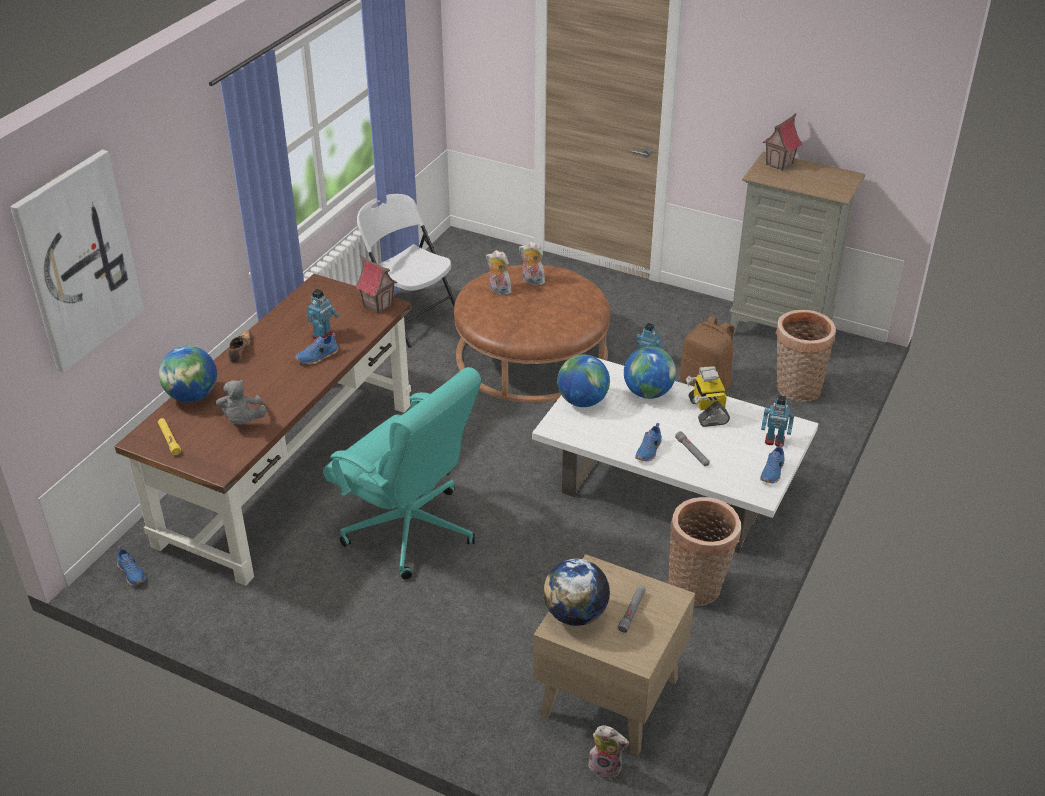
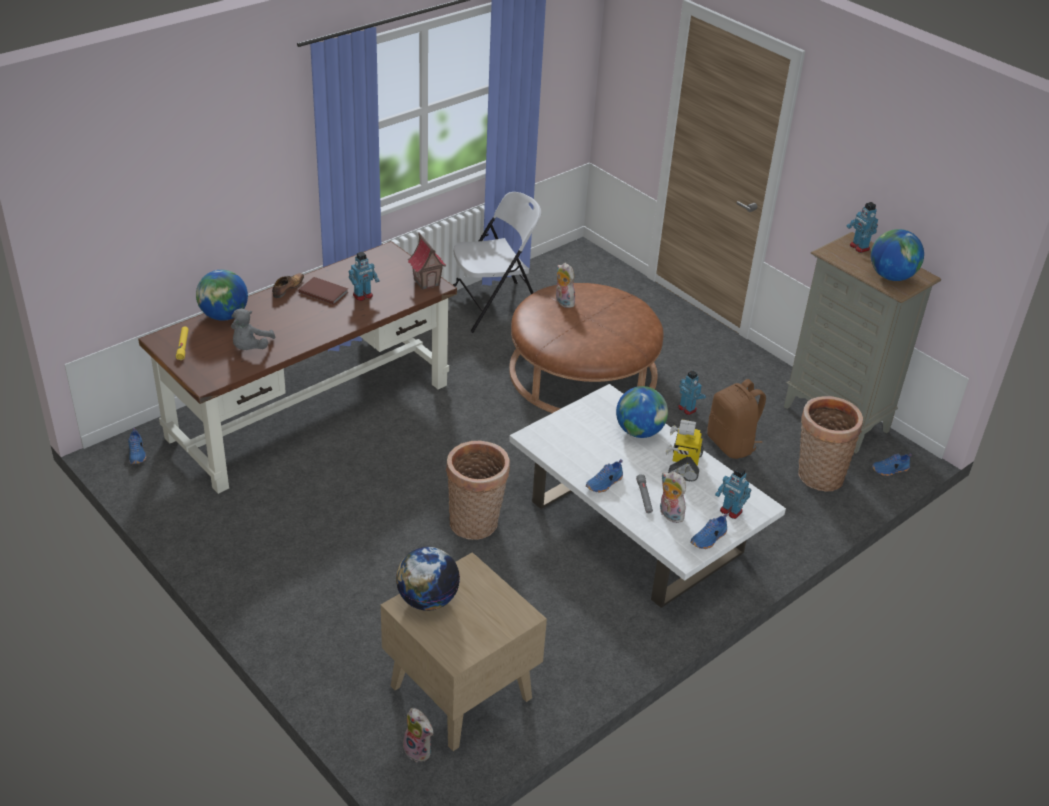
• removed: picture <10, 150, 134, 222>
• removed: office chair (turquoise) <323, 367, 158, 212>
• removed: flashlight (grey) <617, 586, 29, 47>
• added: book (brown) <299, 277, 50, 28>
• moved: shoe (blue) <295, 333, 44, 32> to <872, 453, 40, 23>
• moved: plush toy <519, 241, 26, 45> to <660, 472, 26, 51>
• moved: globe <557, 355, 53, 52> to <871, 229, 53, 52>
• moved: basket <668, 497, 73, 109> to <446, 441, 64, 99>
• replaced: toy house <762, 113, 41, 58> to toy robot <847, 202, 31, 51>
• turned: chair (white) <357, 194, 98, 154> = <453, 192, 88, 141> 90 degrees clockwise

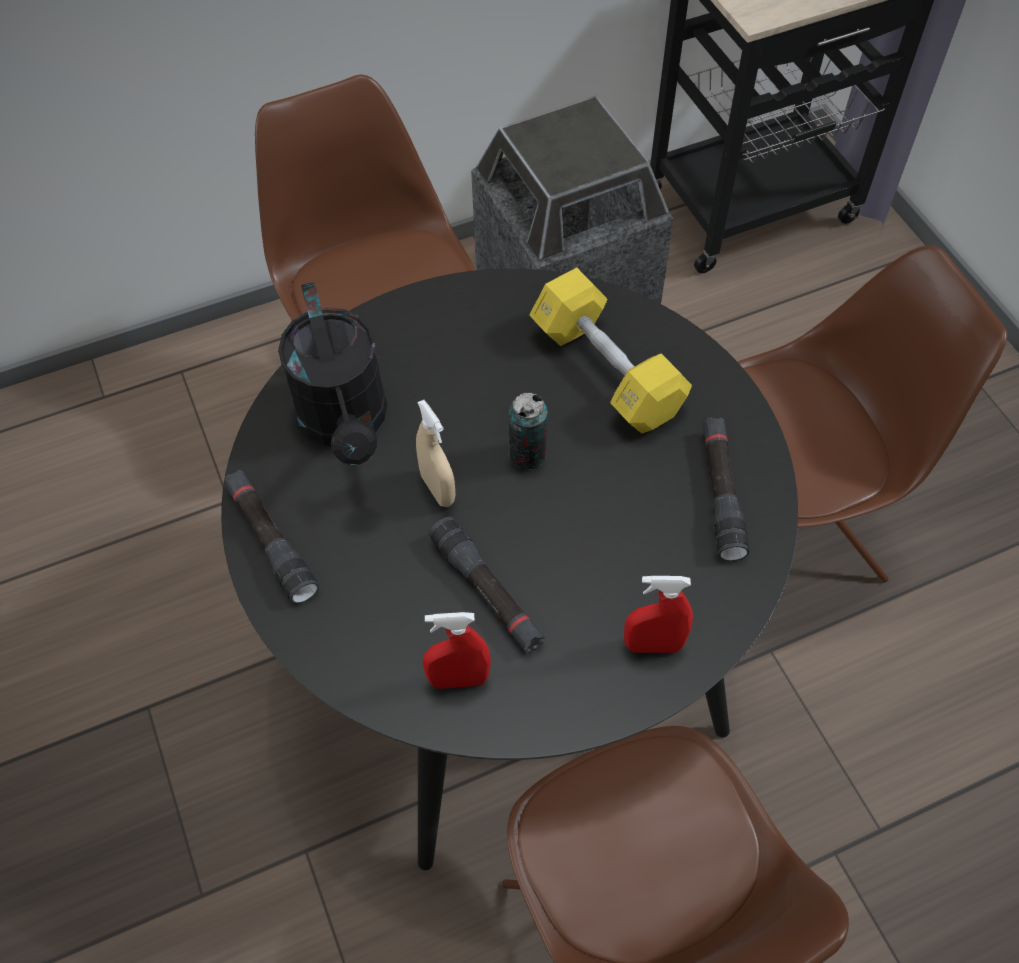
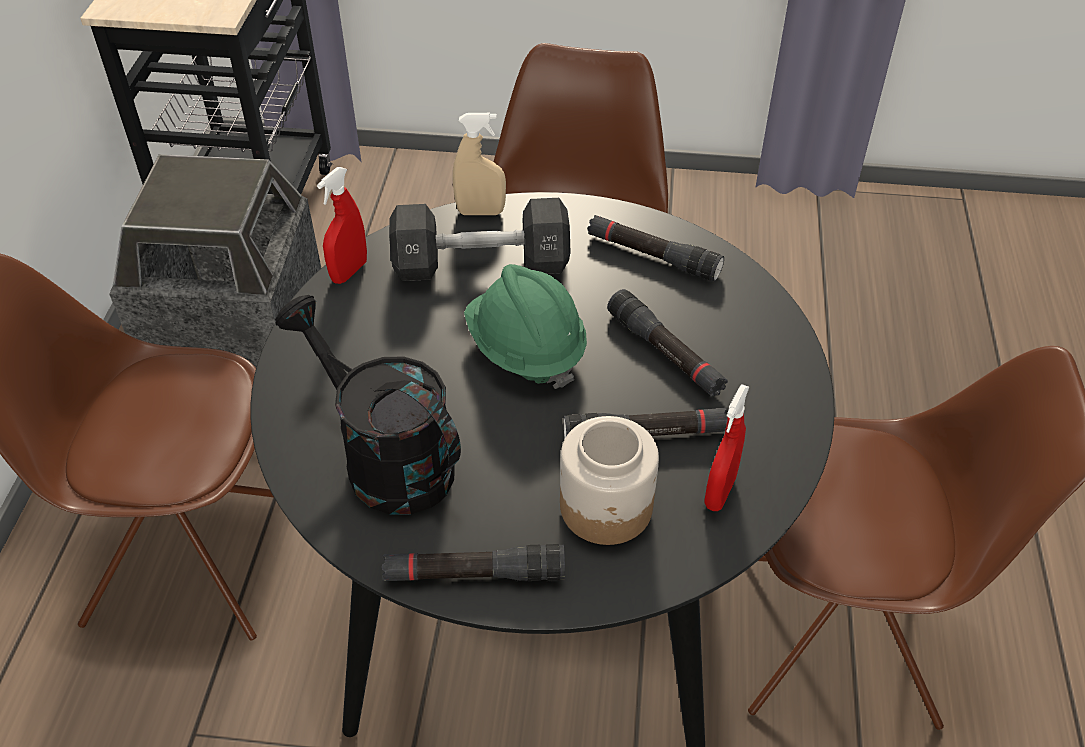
• added: jar <560, 416, 99, 129>
• added: flashlight (black) <607, 289, 121, 108>
• moved: spray bottle (beige) <416, 400, 40, 107> to <453, 113, 53, 102>
• moved: spray bottle (red) <624, 576, 69, 77> to <317, 167, 50, 117>
• replaced: can <508, 393, 40, 77> to hard hat (green) <464, 264, 123, 125>
• recoloured: dumbbell (yellow) <529, 268, 163, 166> to dumbbell (black) <389, 198, 182, 83>
• turned: watering can (black) <278, 282, 109, 183> = <275, 295, 186, 219> 150 degrees counterclockwise

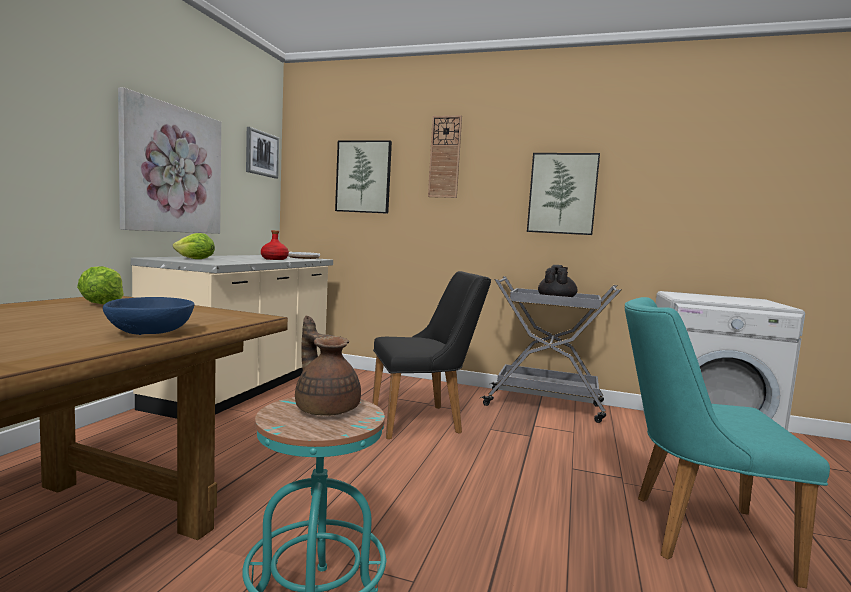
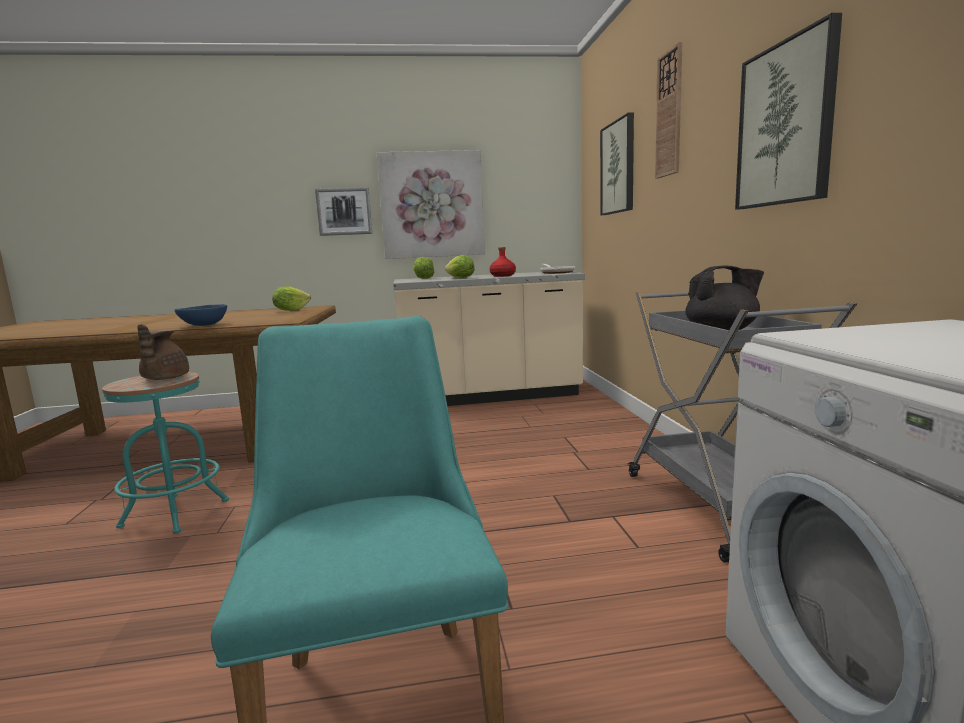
• removed: chair (black) <372, 271, 119, 168>
• added: lettuce <445, 255, 30, 23>
• moved: picture <246, 127, 33, 52> to <315, 188, 57, 48>
• turned: teapot (brown) <295, 316, 66, 100> = <137, 324, 52, 56> 150 degrees clockwise

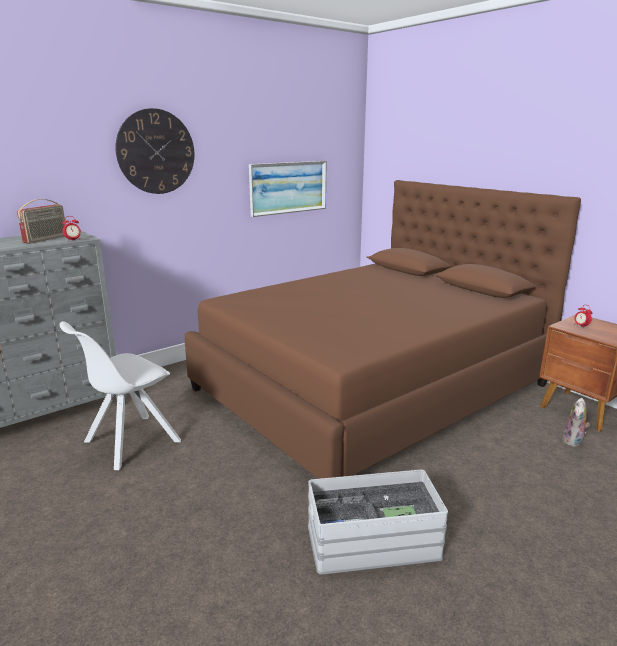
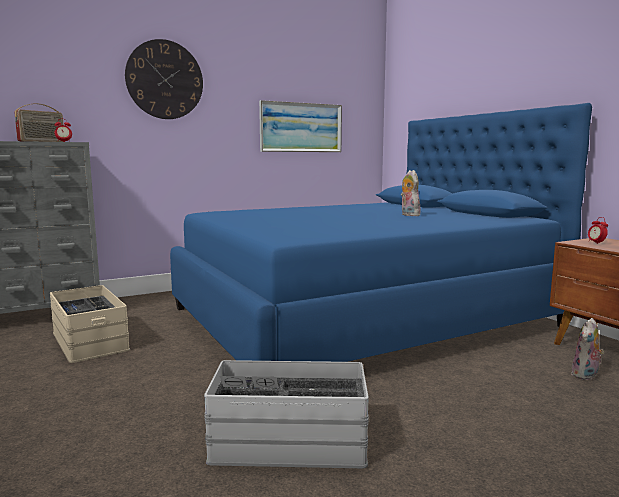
• added: plush toy <401, 170, 20, 46>
• replaced: chair (white) <60, 321, 121, 149> to storage box (beige) <50, 285, 80, 78>
• recoloured: bed (brown) <185, 180, 396, 299> to bed (blue) <170, 103, 422, 259>

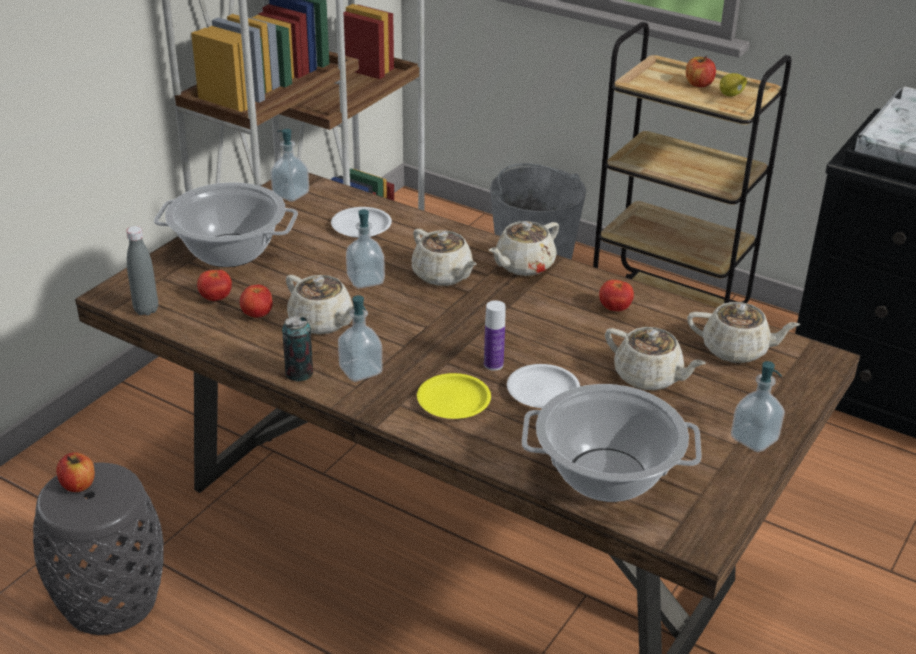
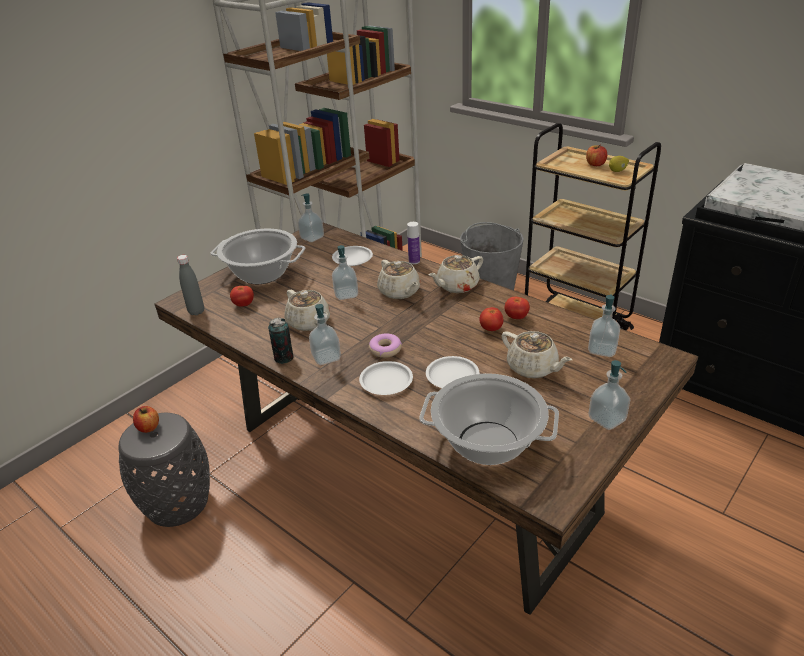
• added: donut <369, 333, 33, 25>
• moved: tomato <240, 284, 33, 34> to <479, 307, 24, 24>
• moved: bottle <484, 300, 22, 71> to <407, 222, 13, 42>
• replaced: teapot (beige) <687, 302, 114, 61> to soap dispenser <588, 294, 32, 63>
• recoloured: plate (yellow) <417, 373, 74, 46> to plate (white) <359, 361, 54, 34>

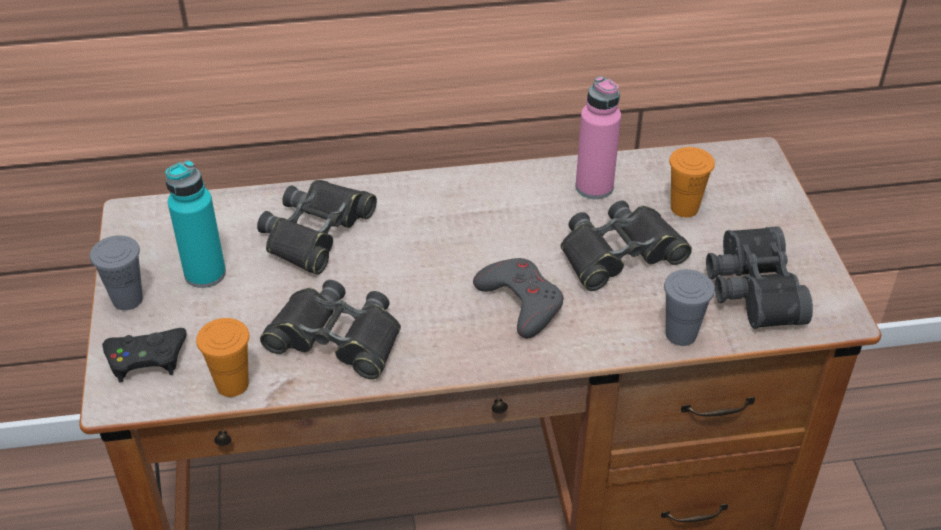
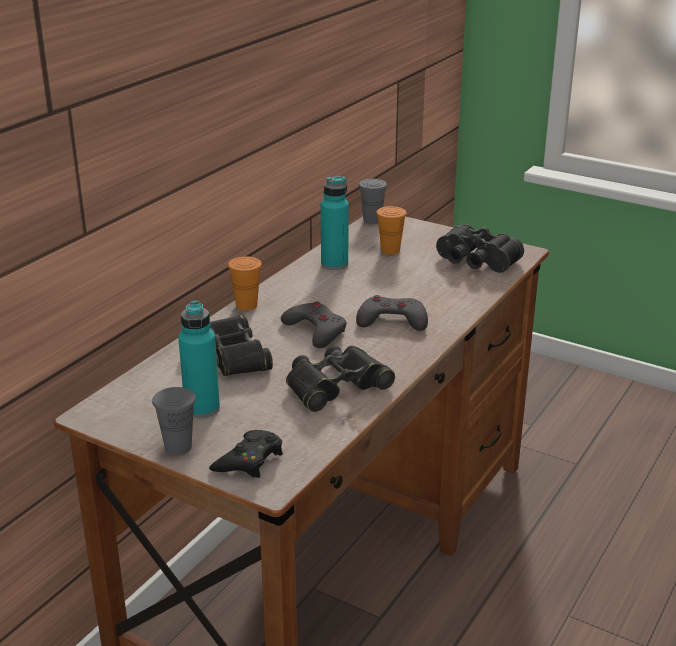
• removed: binoculars (black) <561, 201, 131, 90>
• added: game controller (grey) <281, 301, 66, 47>
• moved: cup (orange) <196, 318, 54, 79> to <228, 257, 34, 54>
• moved: cup (grey) <664, 269, 51, 77> to <359, 179, 28, 45>
• recoloured: bottle (pink) <575, 76, 46, 123> to bottle (turquoise) <321, 176, 28, 94>

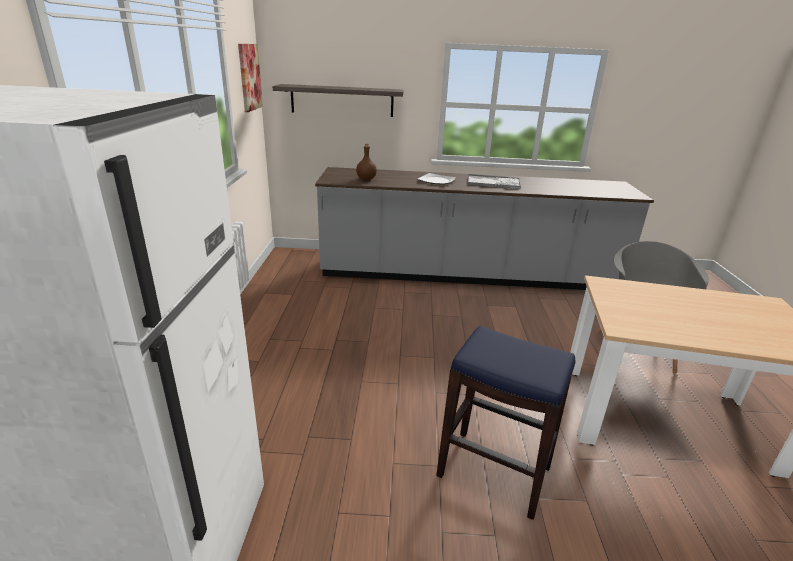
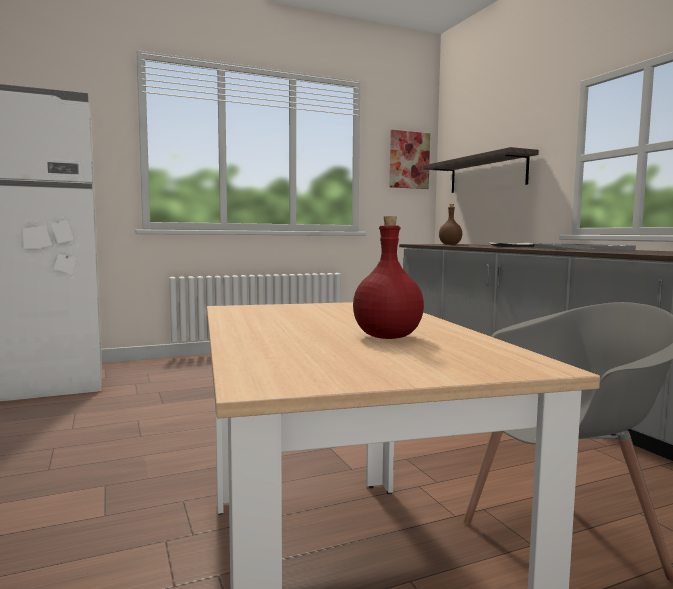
• removed: stool <436, 326, 139, 194>
• added: bottle (red) <353, 216, 71, 123>

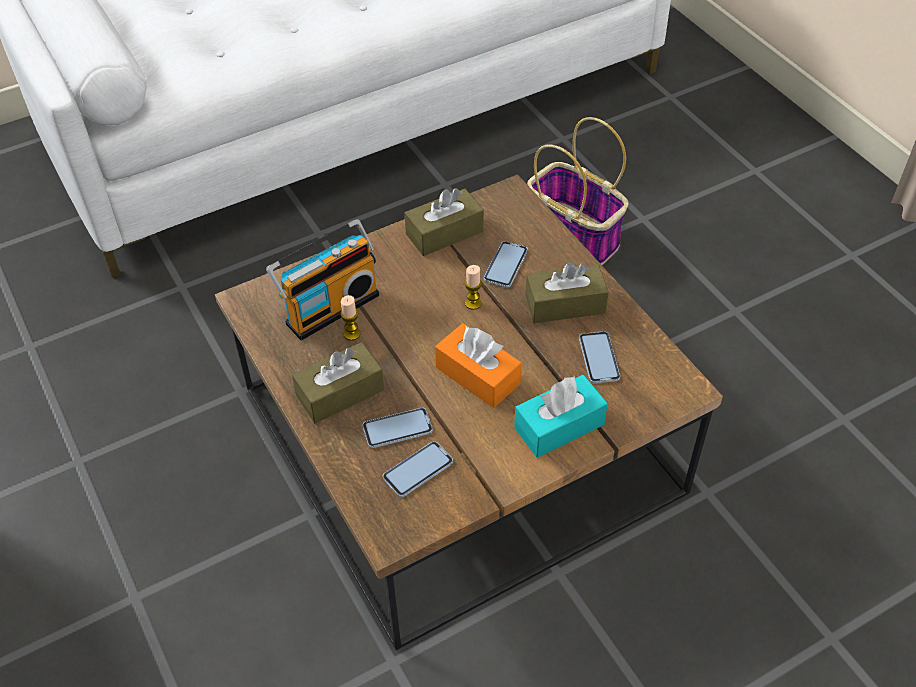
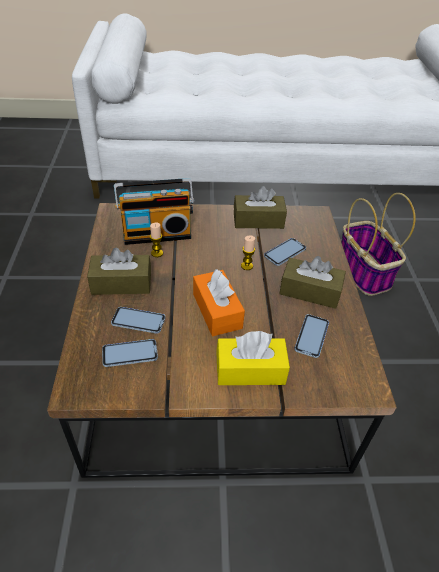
• recoloured: tissue box (turquoise) <514, 375, 94, 83> to tissue box (yellow) <216, 331, 74, 54>

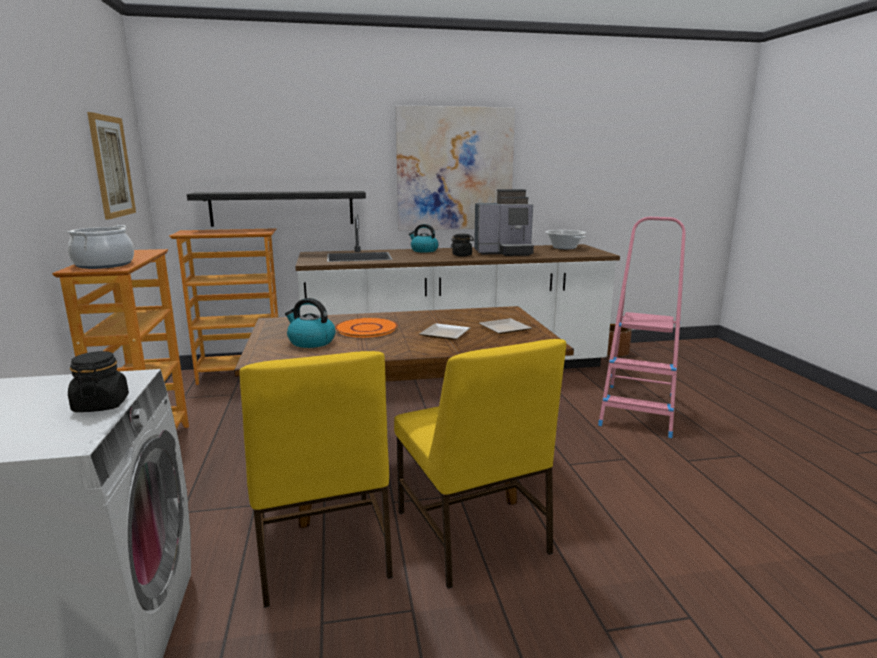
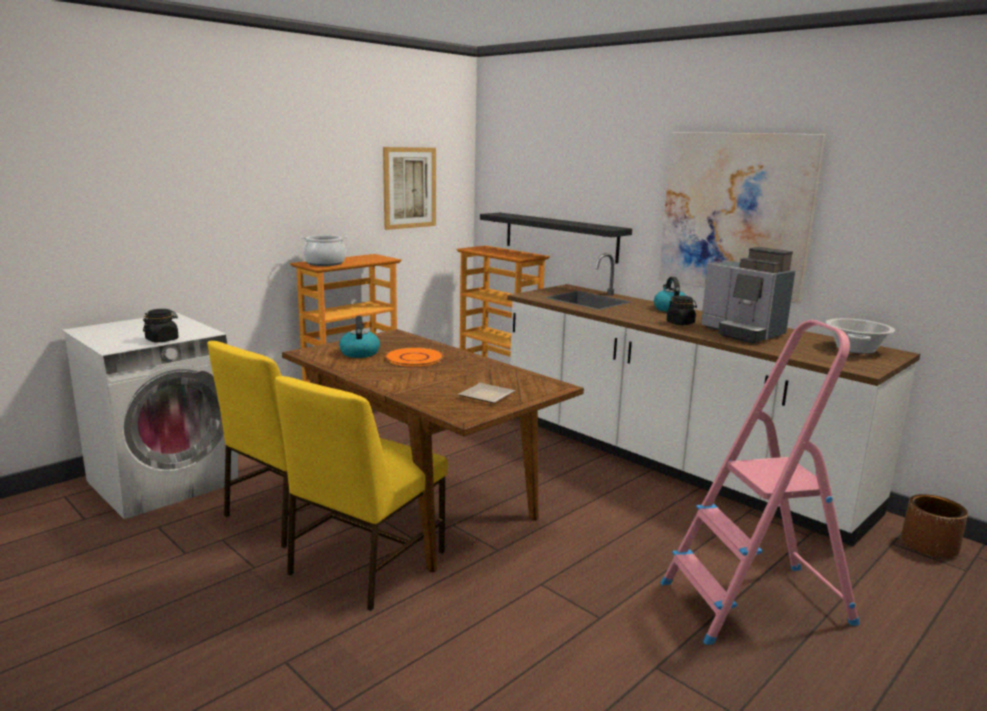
• removed: plate <419, 323, 51, 17>

